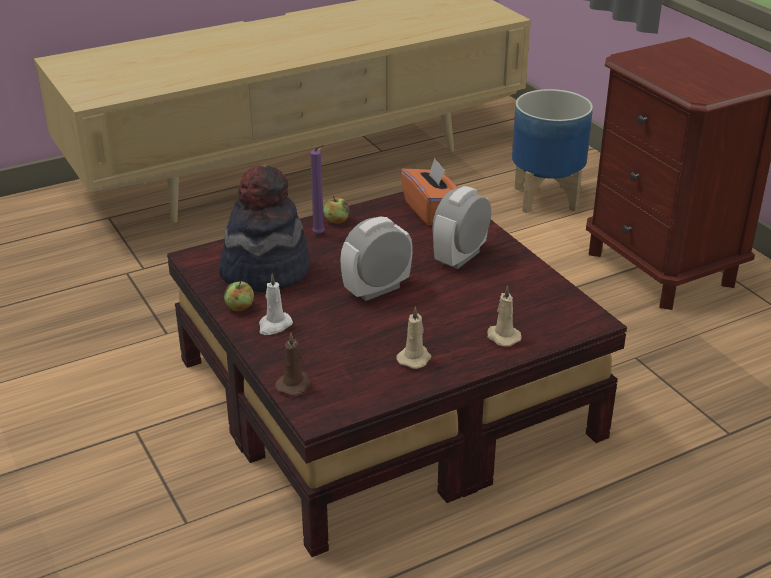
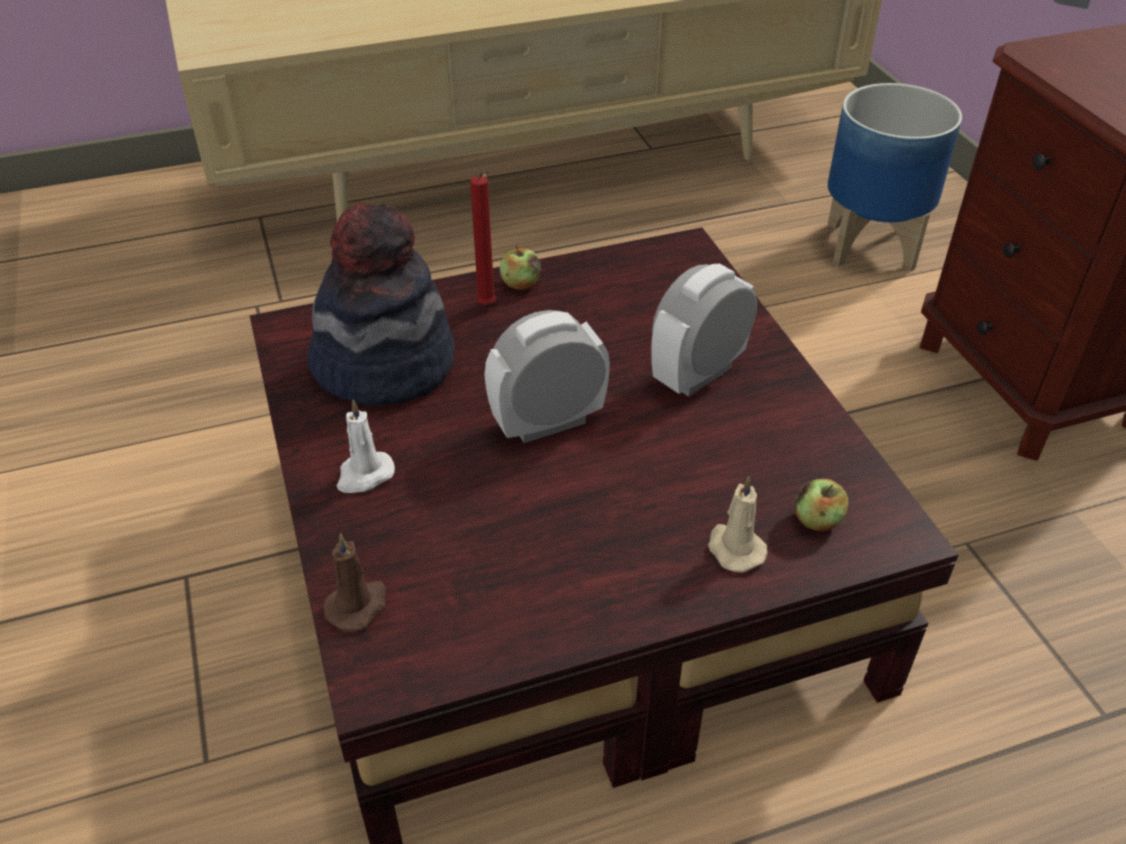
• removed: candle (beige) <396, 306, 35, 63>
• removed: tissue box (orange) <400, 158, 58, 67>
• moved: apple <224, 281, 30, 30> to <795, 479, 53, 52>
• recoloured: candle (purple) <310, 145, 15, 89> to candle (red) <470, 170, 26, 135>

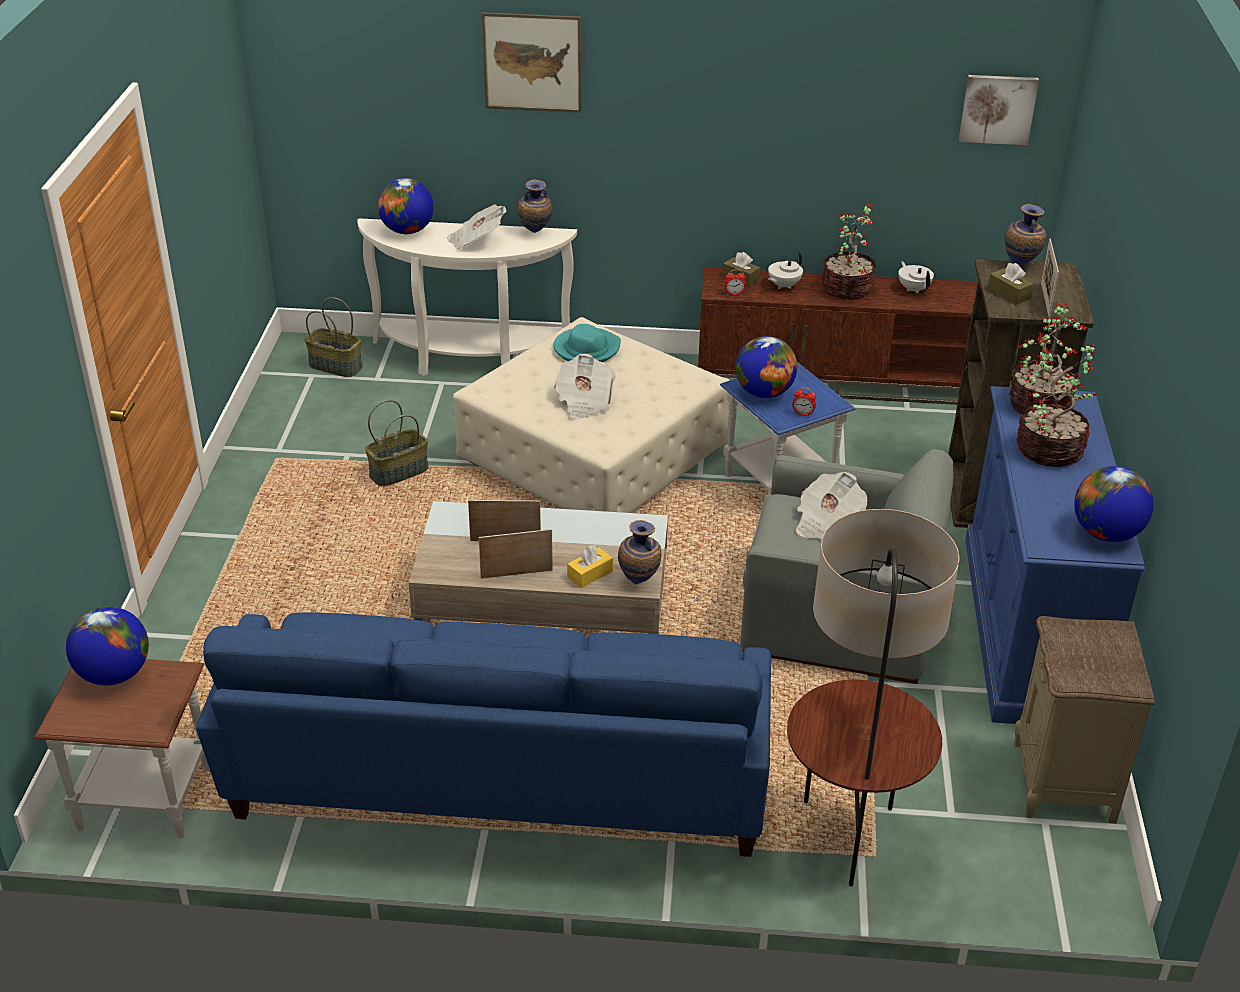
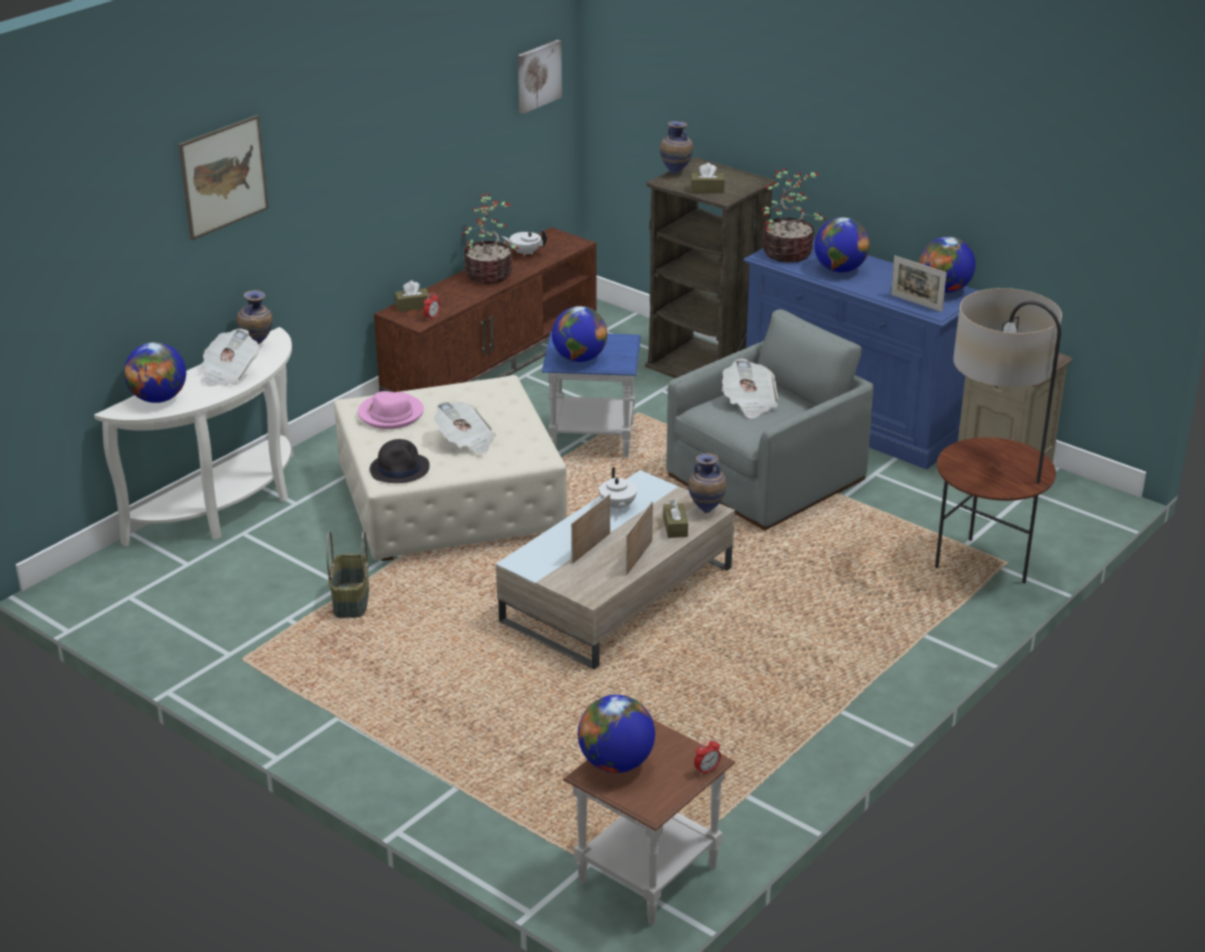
• removed: sofa (blue) <196, 612, 575, 245>
• removed: basket <305, 297, 58, 80>
• added: hat (black) <370, 439, 60, 44>
• moved: teapot (white) <768, 252, 35, 37> to <599, 467, 38, 44>
• moved: alarm clock <792, 387, 24, 29> to <694, 739, 27, 36>
• moved: picture frame <1041, 239, 18, 78> to <891, 256, 56, 56>
• replaced: potted plant <1017, 344, 81, 123> to globe <814, 217, 56, 56>
• recoloured: hat (turquoise) <553, 324, 68, 38> to hat (pink) <358, 391, 66, 38>
• recoloured: tissue box (yellow) <567, 545, 46, 43> to tissue box (brown) <663, 500, 25, 38>

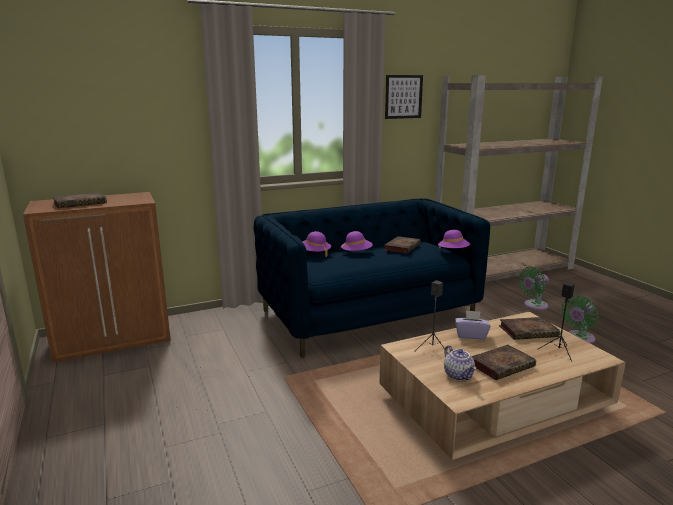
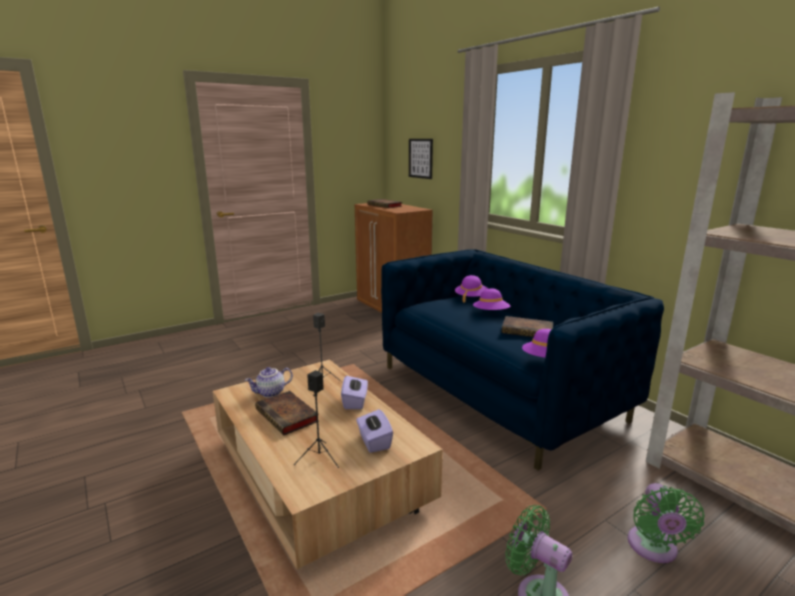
• moved: picture <385, 75, 38, 44> to <409, 139, 24, 40>
• replaced: book <499, 317, 61, 23> to tissue box (purple) <356, 409, 37, 44>
• turned: fan (green) <519, 267, 30, 43> = <628, 483, 77, 80> 135 degrees counterclockwise

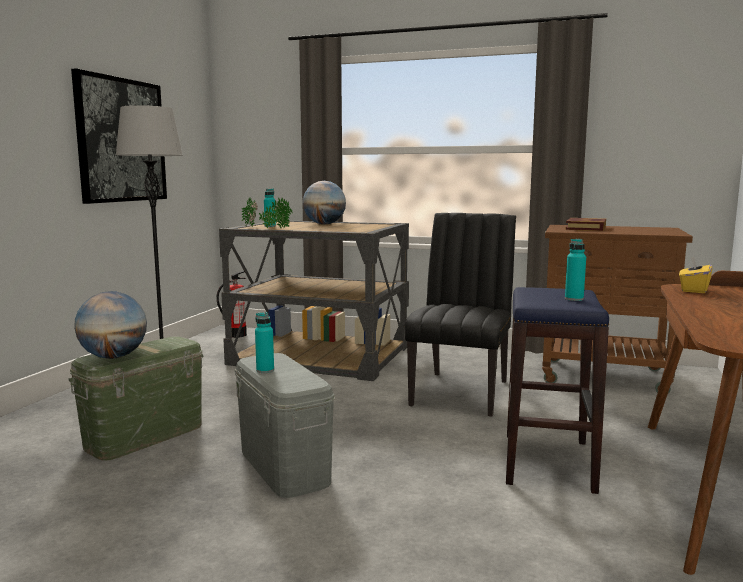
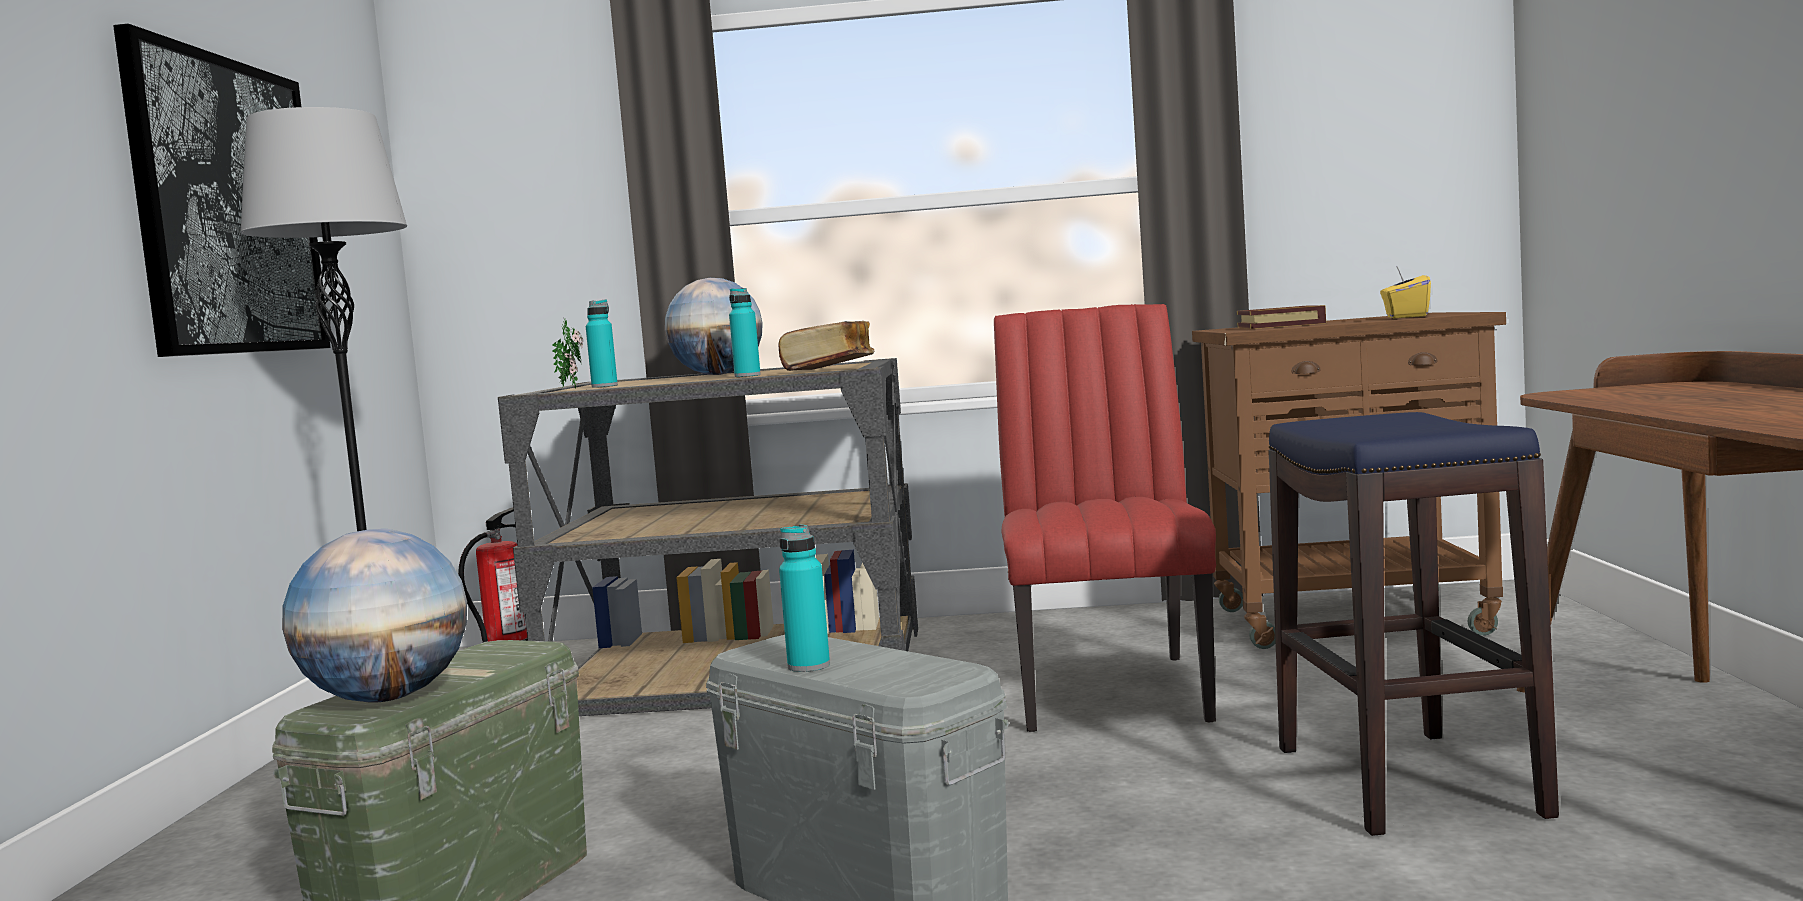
• removed: potted plant <259, 197, 34, 31>
• added: book <779, 321, 95, 50>
• moved: bottle (turquoise) <565, 238, 21, 63> to <729, 288, 32, 89>
• moved: tissue box (yellow) <679, 256, 34, 37> to <1380, 266, 51, 52>
• recoloured: chair (black) <405, 213, 111, 204> to chair (red) <994, 304, 222, 428>

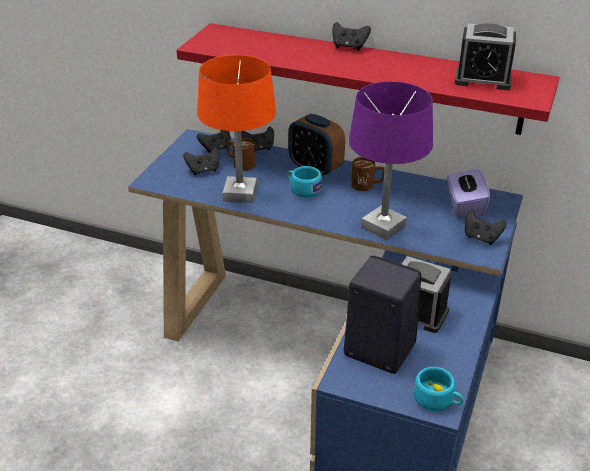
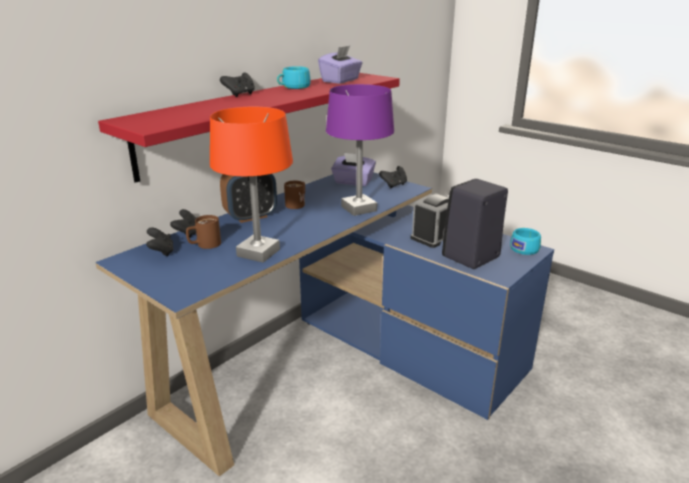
• removed: game controller (black) <183, 147, 37, 28>
• moved: cup (turquoise) <287, 166, 35, 31> to <277, 66, 34, 23>
• replaced: alarm clock <454, 23, 62, 67> to tissue box (purple) <318, 46, 45, 38>

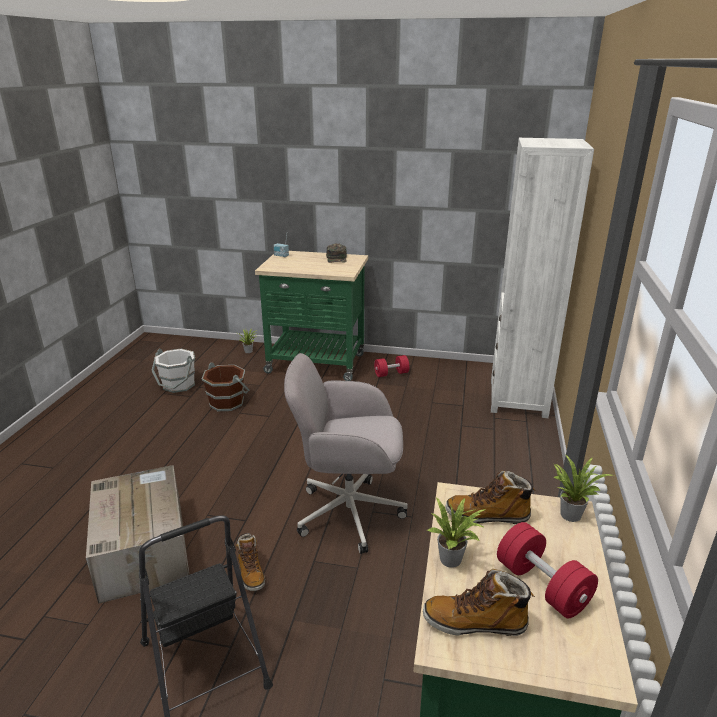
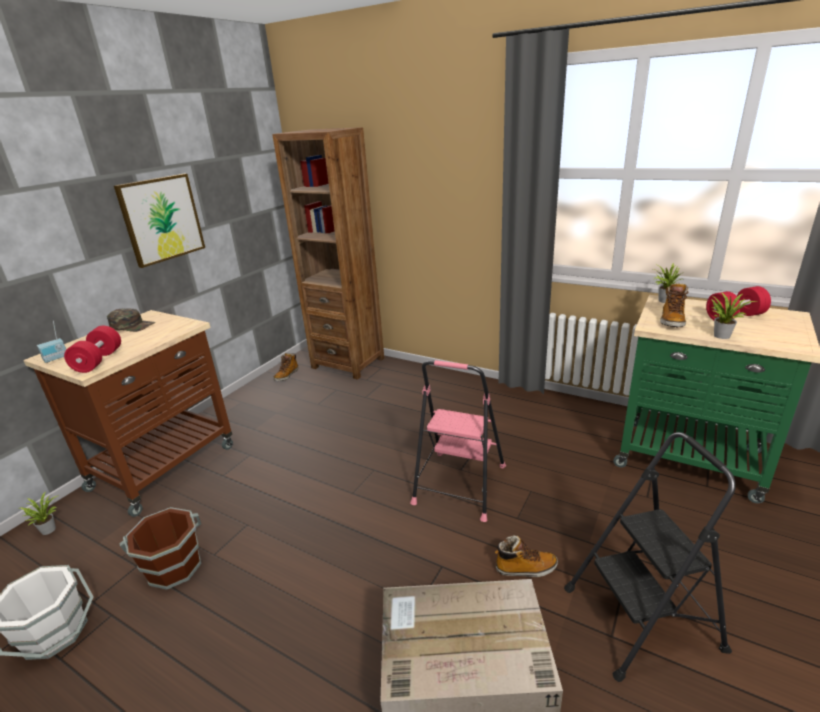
• added: picture <114, 174, 91, 94>
• moved: dumbbell (red) <374, 355, 35, 22> to <64, 326, 57, 47>
• moved: boot <423, 569, 112, 67> to <273, 353, 26, 28>
• replaced: office chair (grey) <284, 353, 124, 201> to step ladder (pink) <410, 360, 96, 162>
• recoloured: cart (green) <255, 251, 113, 130> to cart (brown) <23, 310, 210, 207>
• recoloured: bookcase (white) <491, 138, 103, 280> to bookcase (brown) <272, 127, 112, 253>

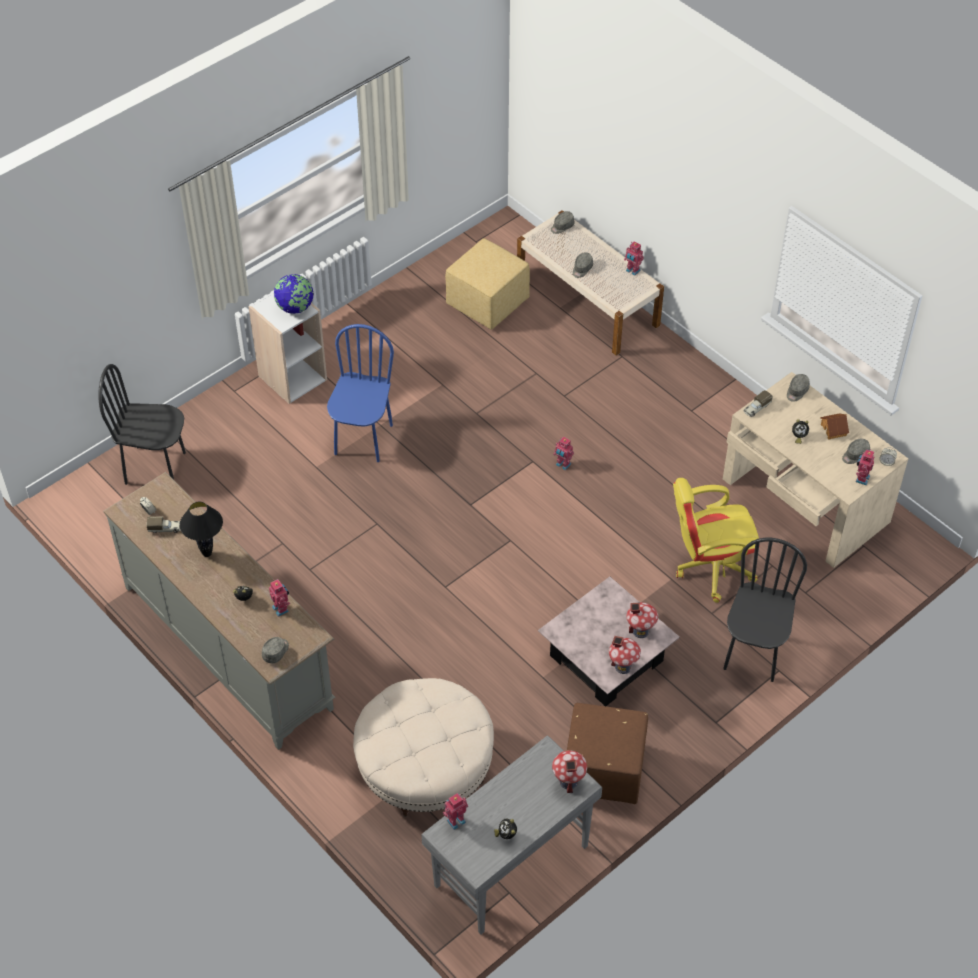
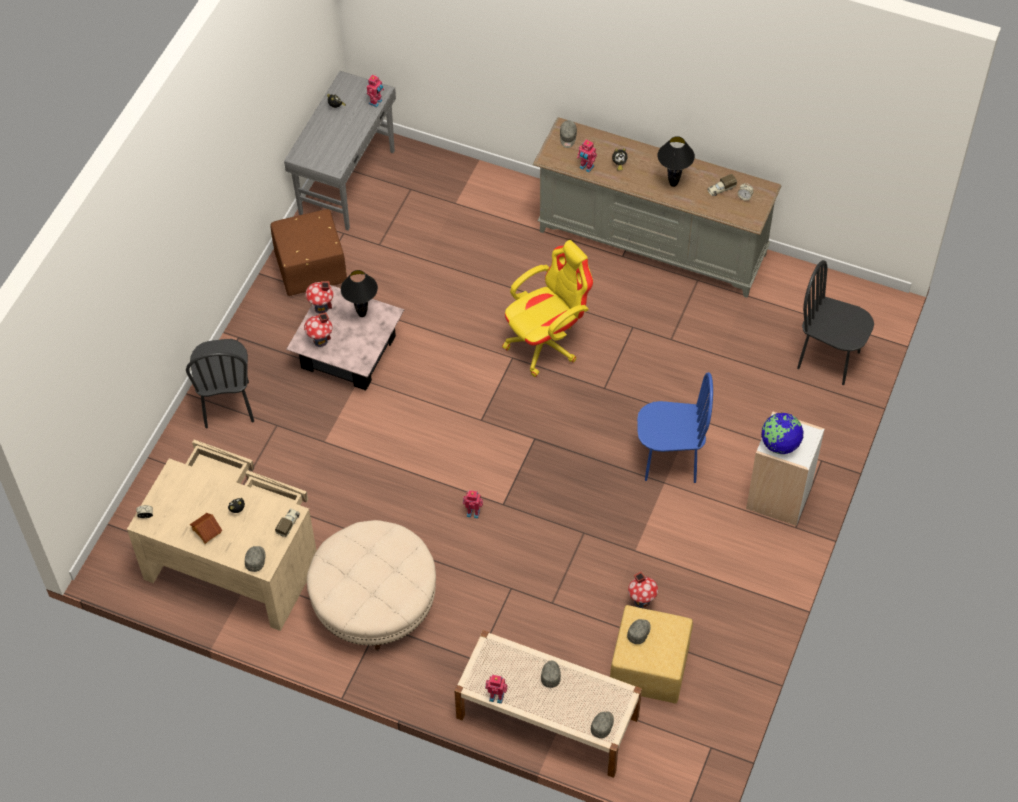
• removed: toy robot <856, 449, 19, 36>
• added: table lamp (black) <341, 270, 37, 47>
• moved: ottoman (beige) <353, 678, 141, 139> to <307, 520, 129, 131>
• moved: toy house <552, 750, 35, 43> to <628, 572, 30, 36>
• moved: office chair (yellow) <673, 478, 87, 125> to <502, 240, 91, 137>
• moved: cap (grey) <842, 439, 28, 25> to <627, 619, 24, 25>
• turned: chair (black) <98, 364, 88, 121> = <797, 260, 77, 125> 135 degrees counterclockwise
• turned: chair (blue) <327, 324, 67, 138> = <637, 372, 76, 111> 75 degrees counterclockwise

